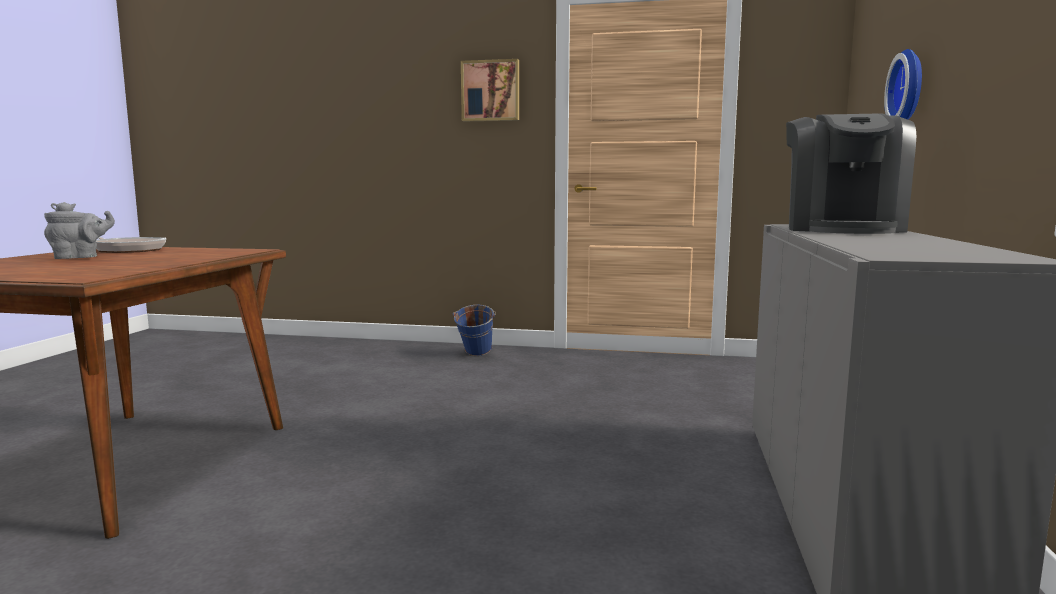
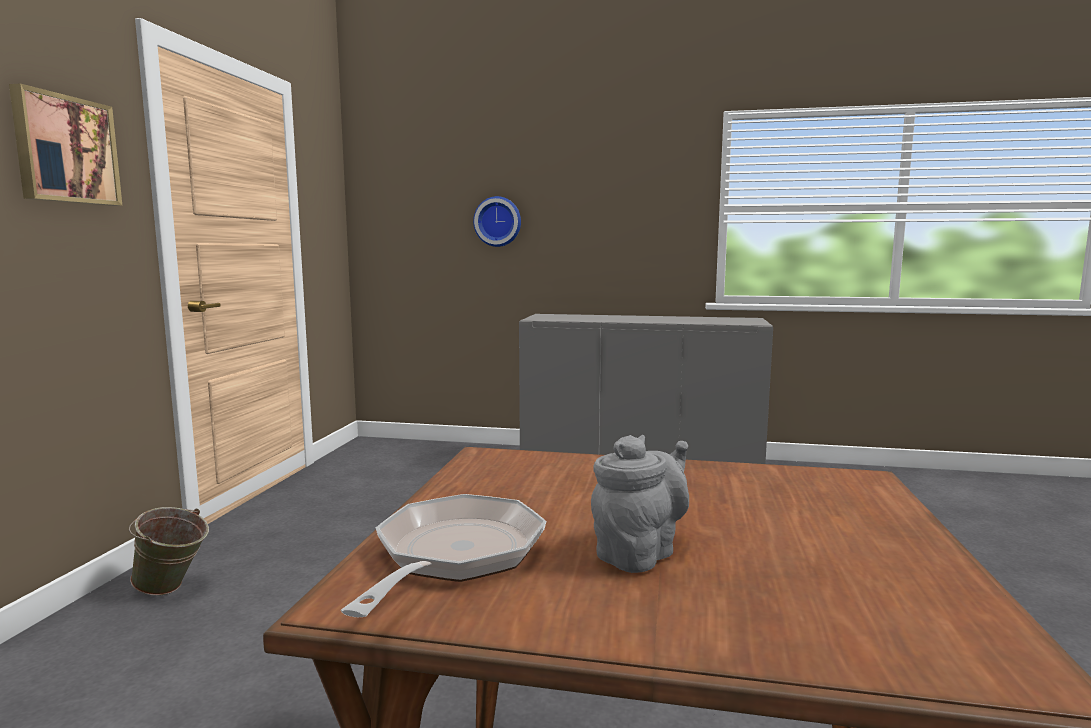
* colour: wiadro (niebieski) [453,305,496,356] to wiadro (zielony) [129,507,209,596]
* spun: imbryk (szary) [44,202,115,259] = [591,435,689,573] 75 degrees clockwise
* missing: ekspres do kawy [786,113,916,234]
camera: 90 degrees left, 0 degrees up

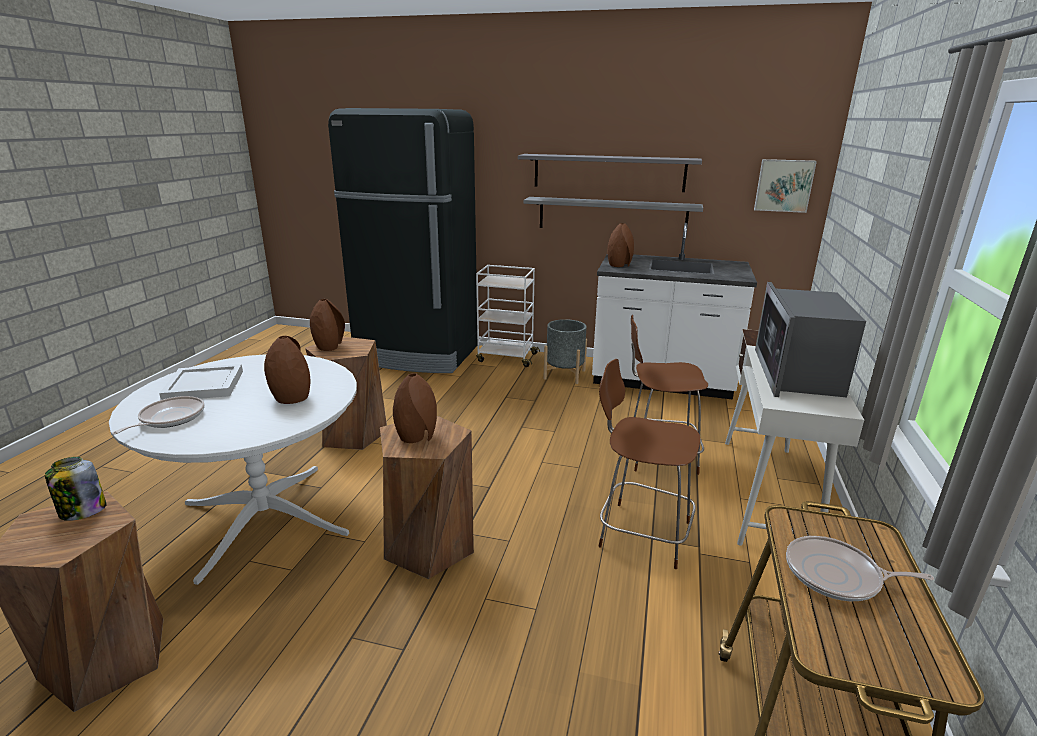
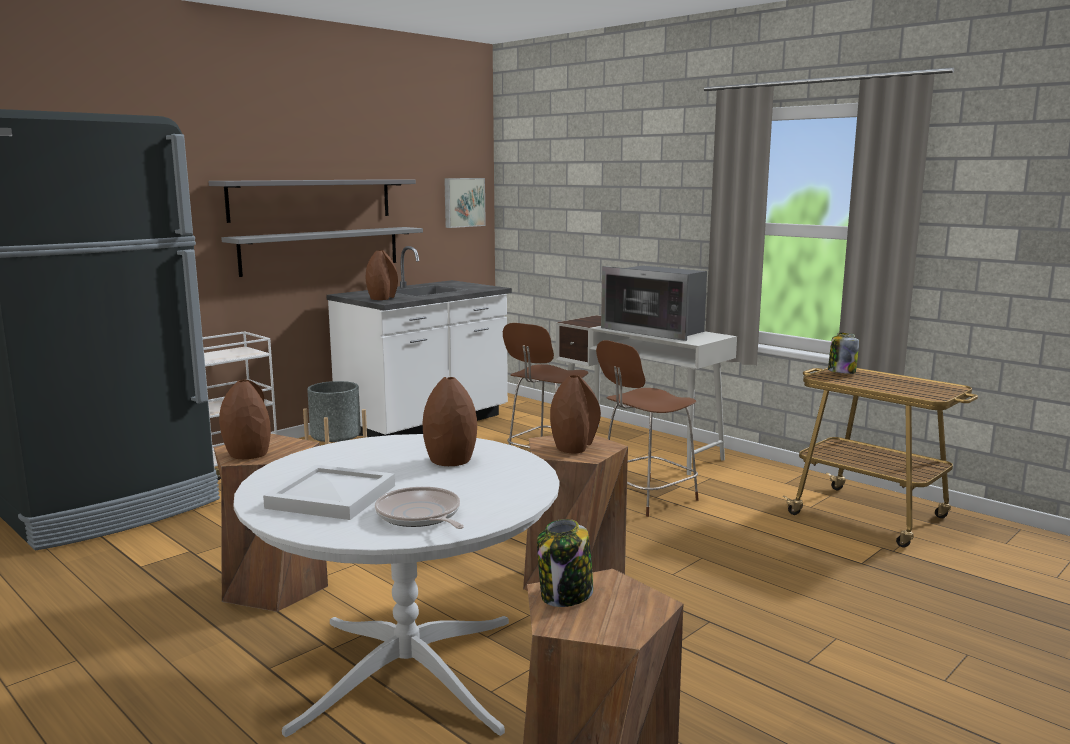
* appeared: słoik [828,333,859,374]
* missing: patelnia [786,536,934,601]
camera: 60 degrees left, 10 degrees down

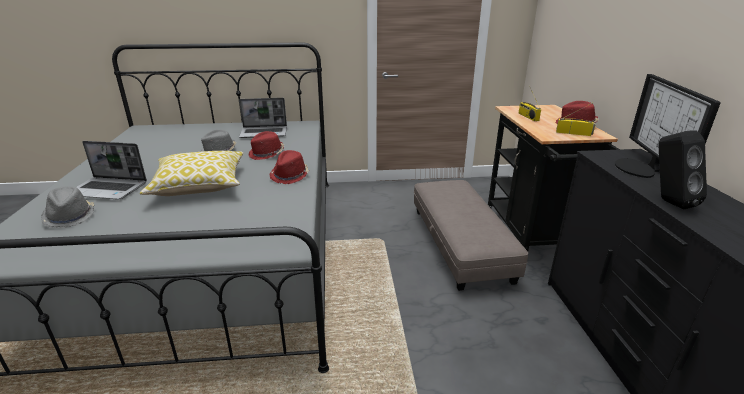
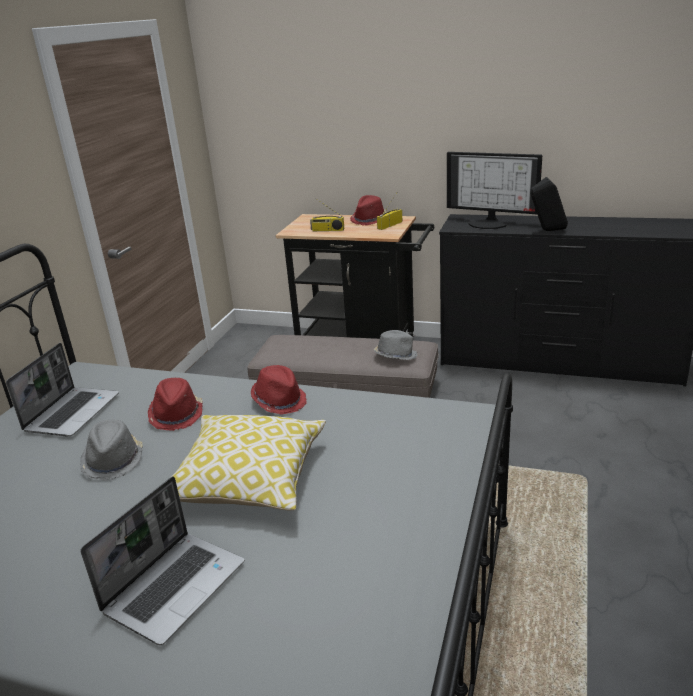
* relocated: kapelusz (szary) [41,186,94,228] to [374,330,417,360]
camera: 65 degrees left, 0 degrees up

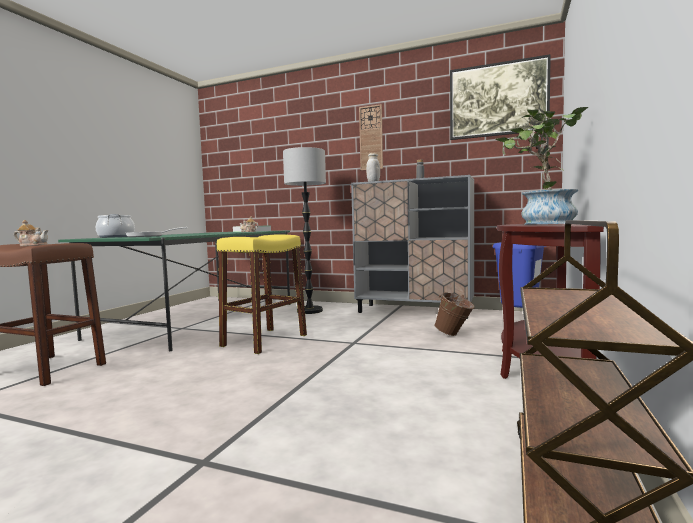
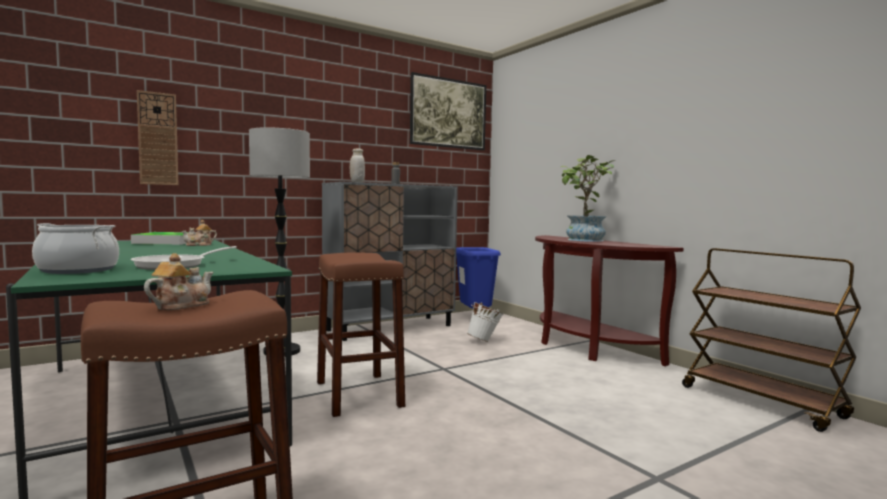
* relocated: zegar ścienny [359,104,383,171] to [137,90,179,185]
* colour: stołek (żółty) [217,234,307,354] to stołek (brązowy) [317,252,405,417]
* colour: wiadro (brązowy) [434,292,475,336] to wiadro (biały) [467,302,504,342]
camera: 55 degrees left, 0 degrees up

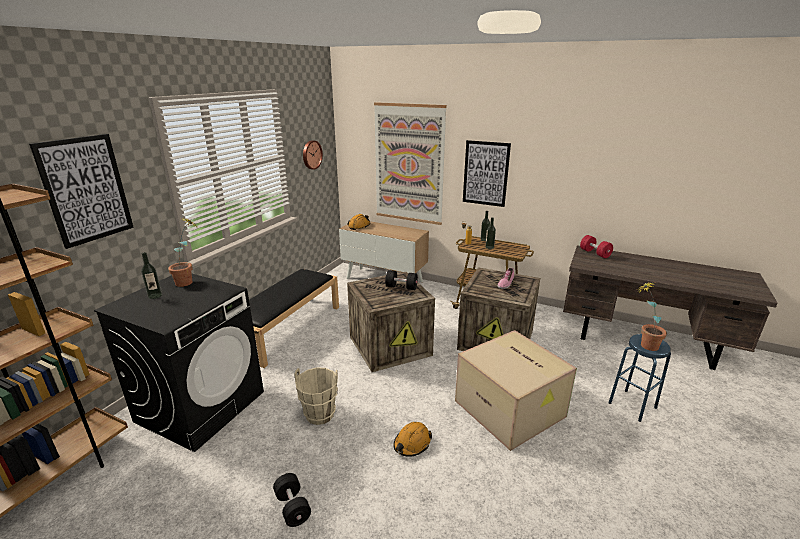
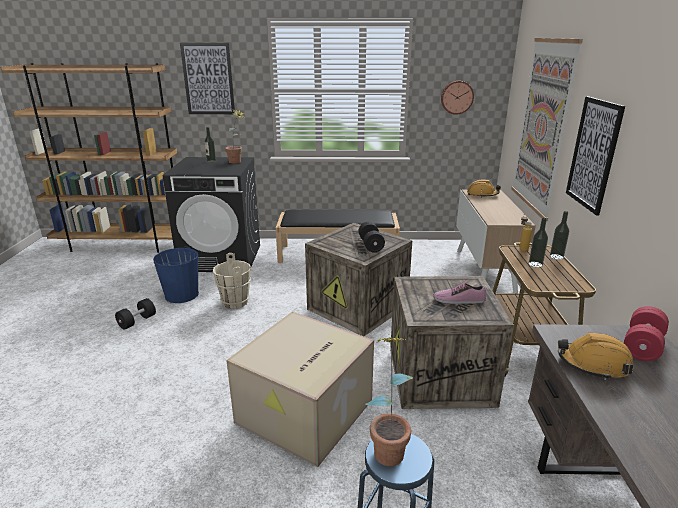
* appeared: wiadro (niebieski) [153,246,199,303]
* relocated: kask (pomarańczowy) [393,422,432,457] to [558,333,633,380]
camera: 65 degrees right, 0 degrees up

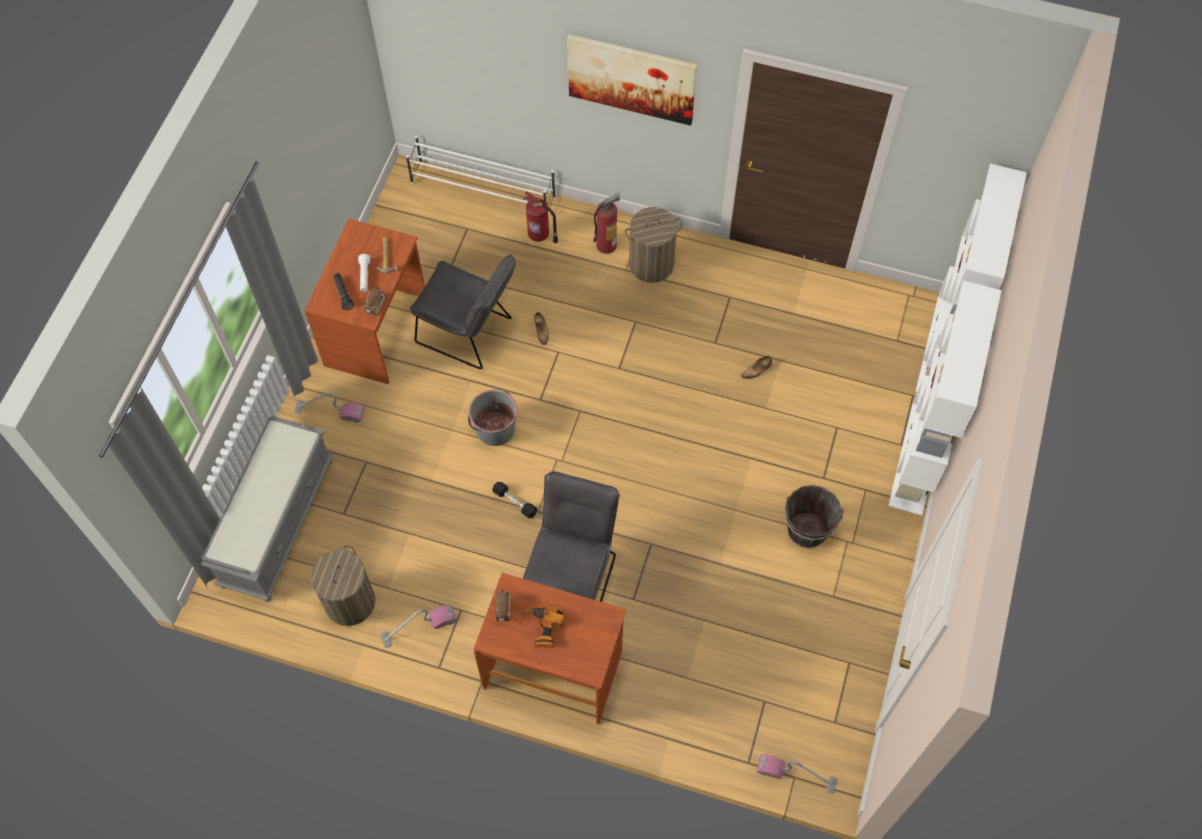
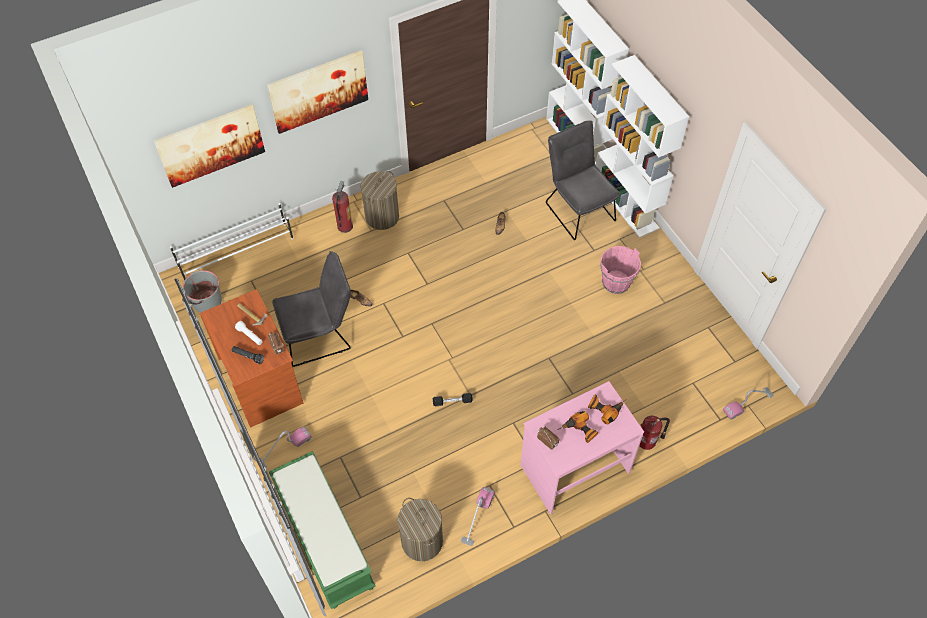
* appeared: obraz [154,104,265,188]
* relocated: wiadro (szary) [468,389,518,446] to [183,270,222,313]
* colour: ławka (szary) [201,416,333,602] to ławka (zielony) [269,451,375,609]
* colour: biurko (brązowy) [474,573,626,725] to biurko (różowy) [520,381,644,514]
* relocated: krzesło (szary) [523,471,620,602] to [546,121,620,240]
* appeared: wiertarka [588,394,626,424]
* colour: wiadro (brązowy) [785,485,844,548] to wiadro (różowy) [600,246,641,294]
* relocated: gaśnica [523,191,558,243] to [639,416,670,450]
camera: 45 degrees left, 5 degrees down

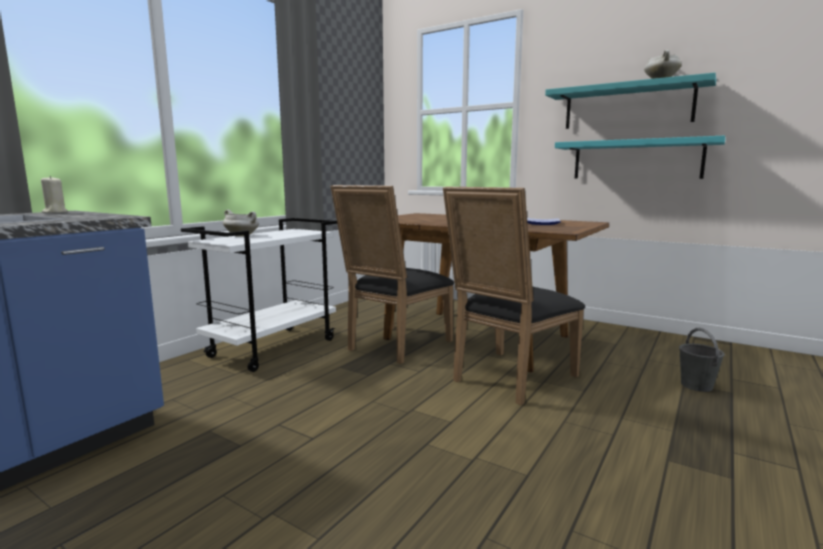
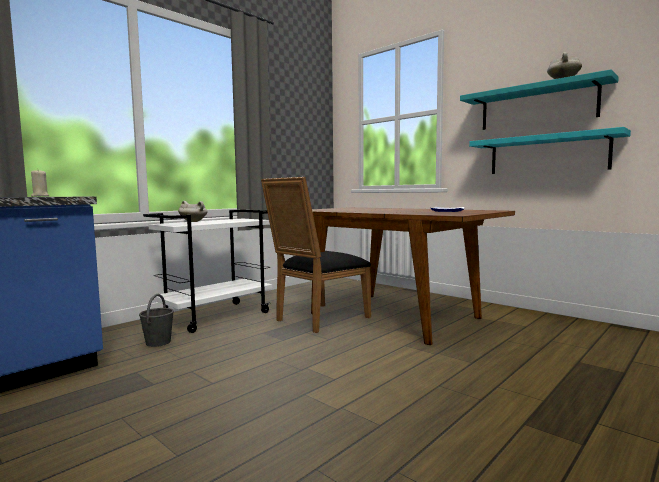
* relocated: wiadro (szary) [679,328,725,392] to [139,294,174,347]
* missing: krzesło (czarny) [443,187,585,405]
camera: 10 degrees right, 5 degrees down

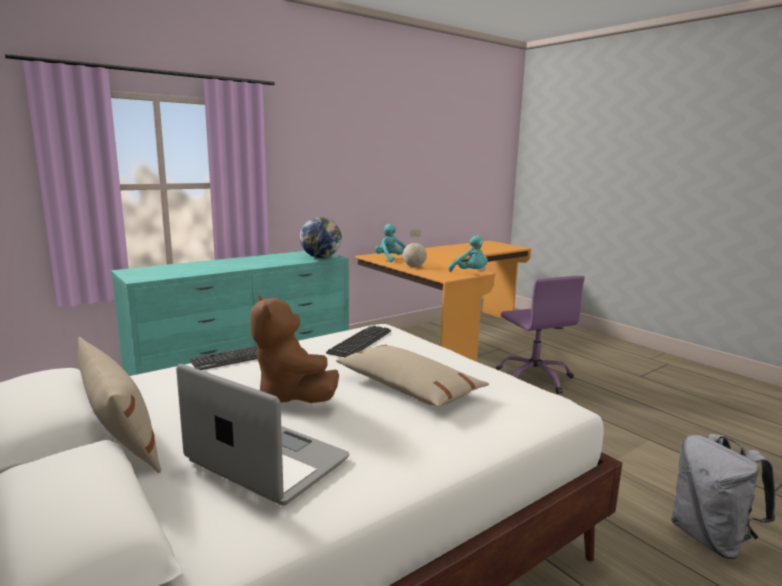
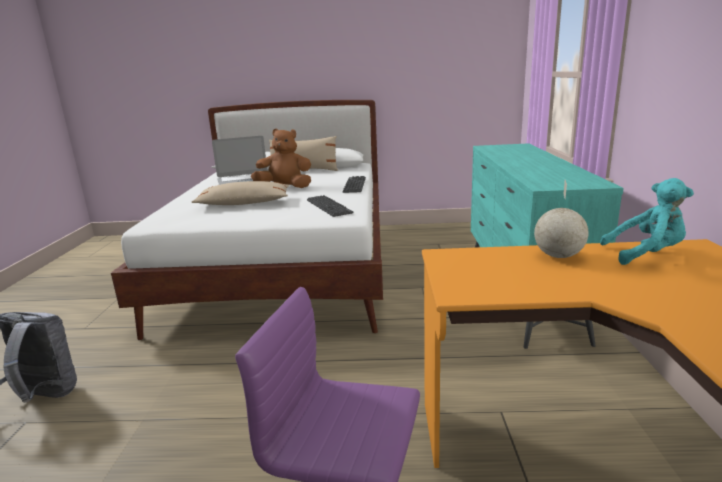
* missing: globus [300,217,342,258]
* missing: pluszak (turkusowy) [448,235,488,272]
camera: 130 degrees right, 5 degrees up

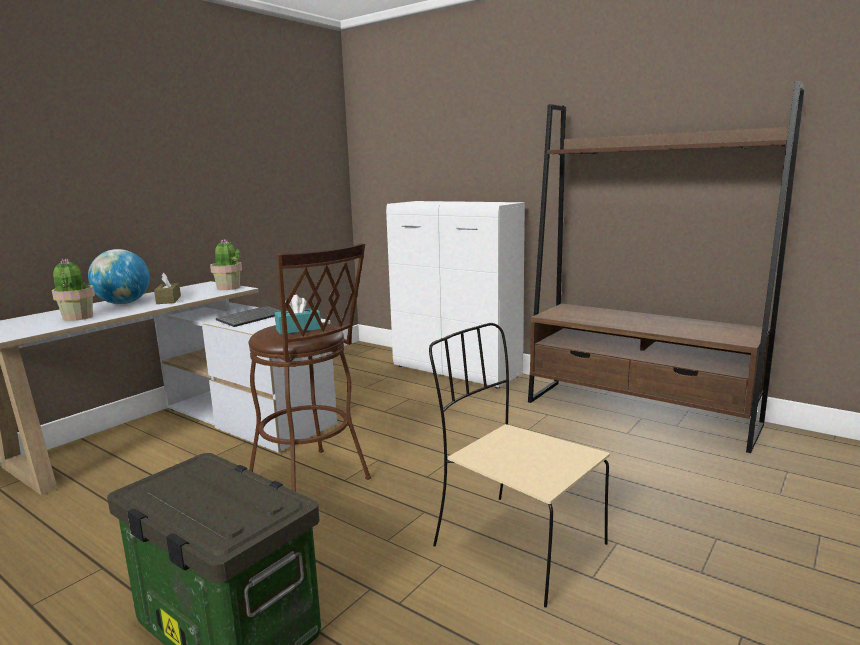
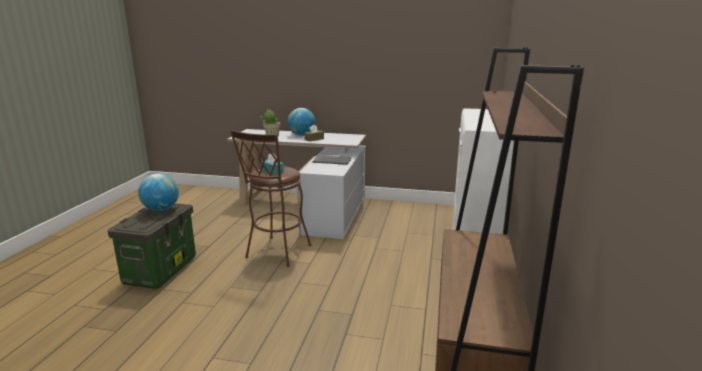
* appeared: globus [138,173,179,211]
* missing: roślina doniczkowa [210,239,242,290]
* missing: krzesło (beżowy) [429,323,610,608]
camera: 65 degrees right, 5 degrees up

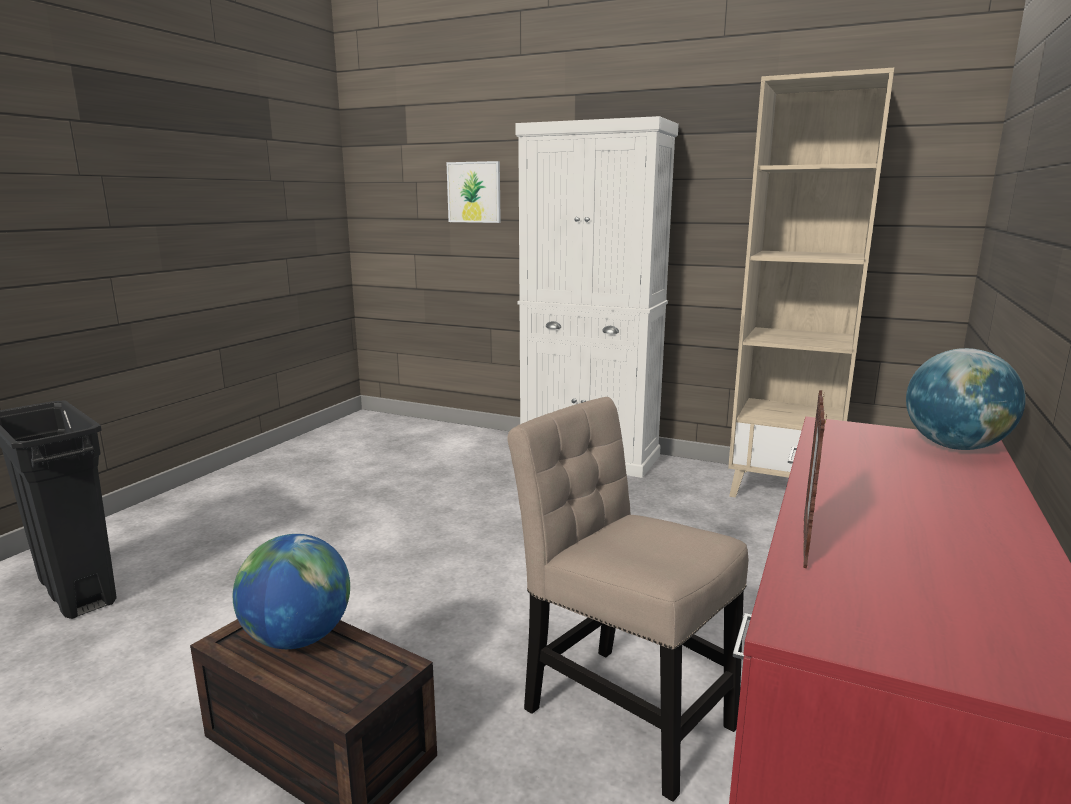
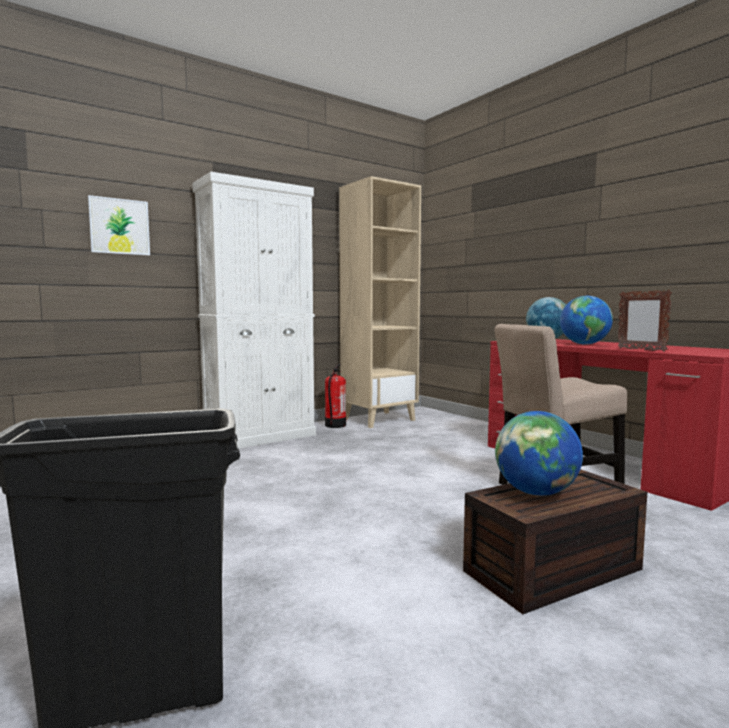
* appeared: gaśnica [325,364,346,428]
* appeared: globus [560,296,613,345]
camera: 60 degrees left, 10 degrees down

